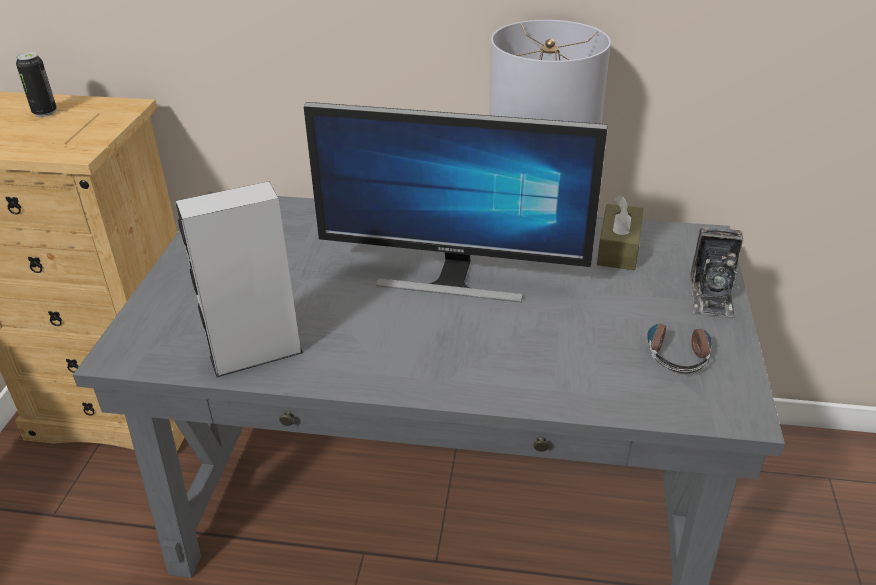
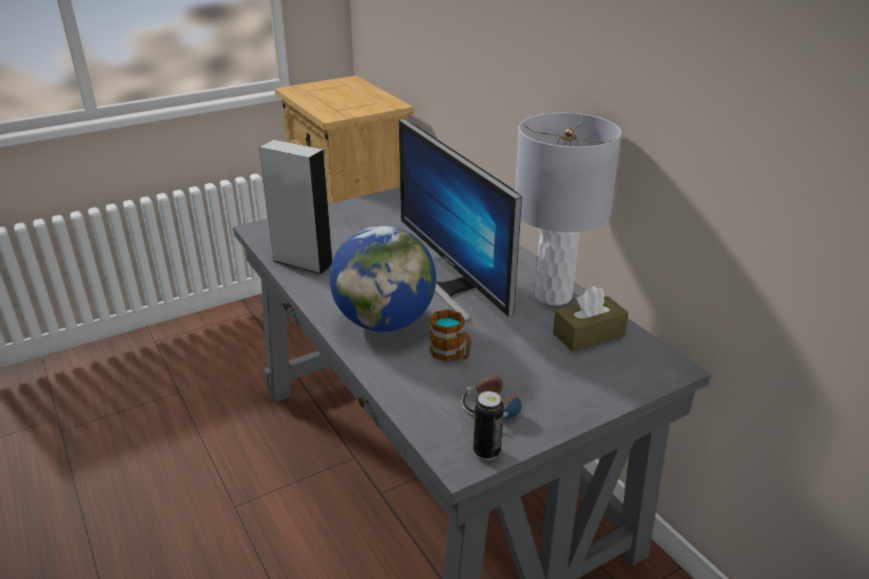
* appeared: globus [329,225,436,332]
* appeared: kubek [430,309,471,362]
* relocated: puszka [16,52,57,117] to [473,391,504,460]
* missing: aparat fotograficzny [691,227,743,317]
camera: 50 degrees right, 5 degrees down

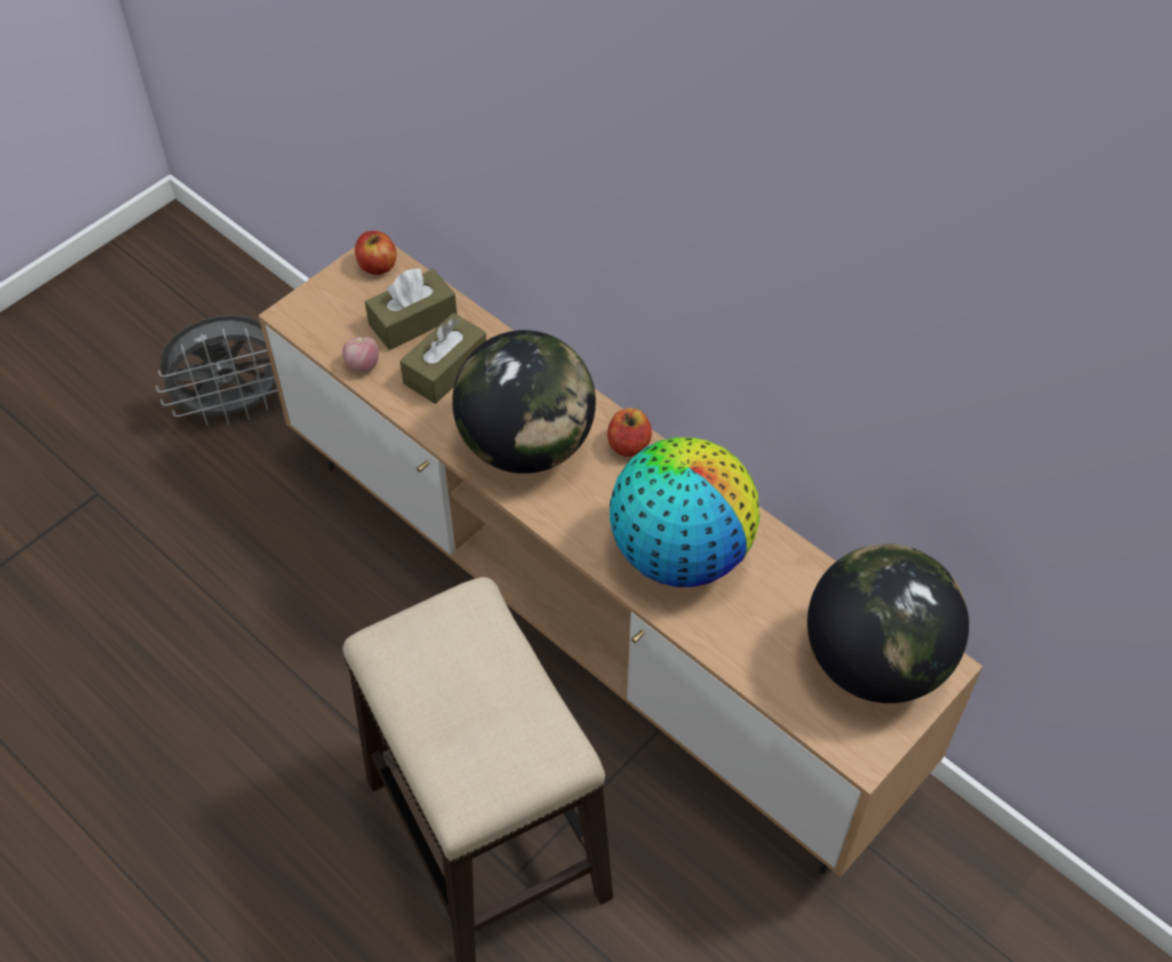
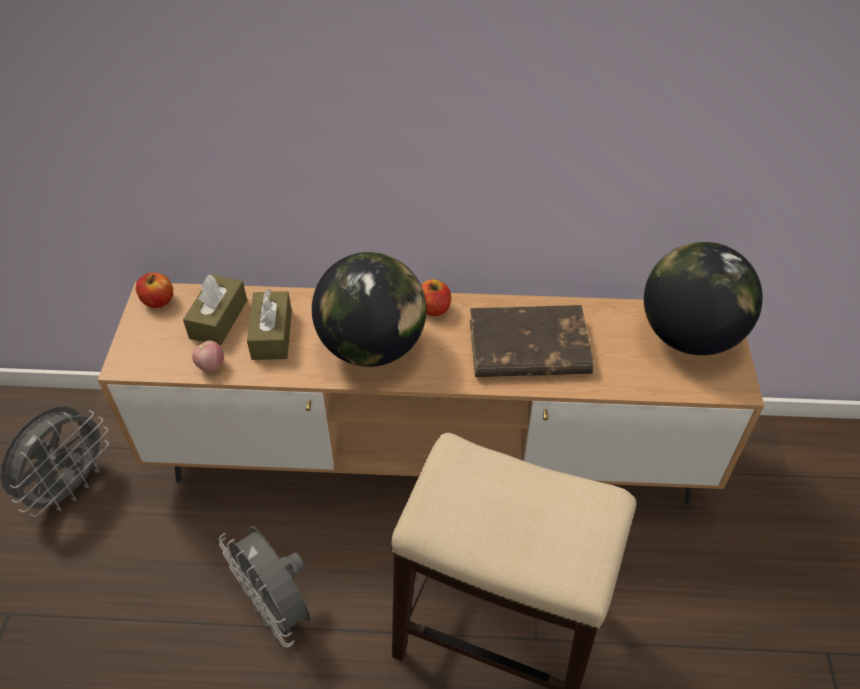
* appeared: wentylator (szary) [219,526,311,648]
* exchanged: globus [610,437,760,587] to książka (brązowy) [470,305,594,377]
camera: 40 degrees left, 5 degrees down

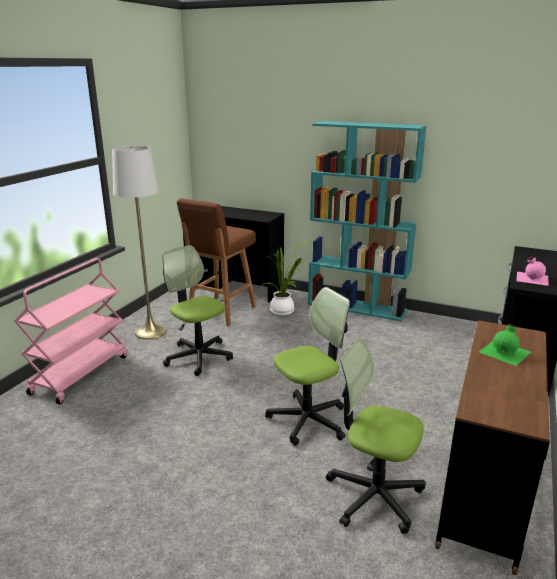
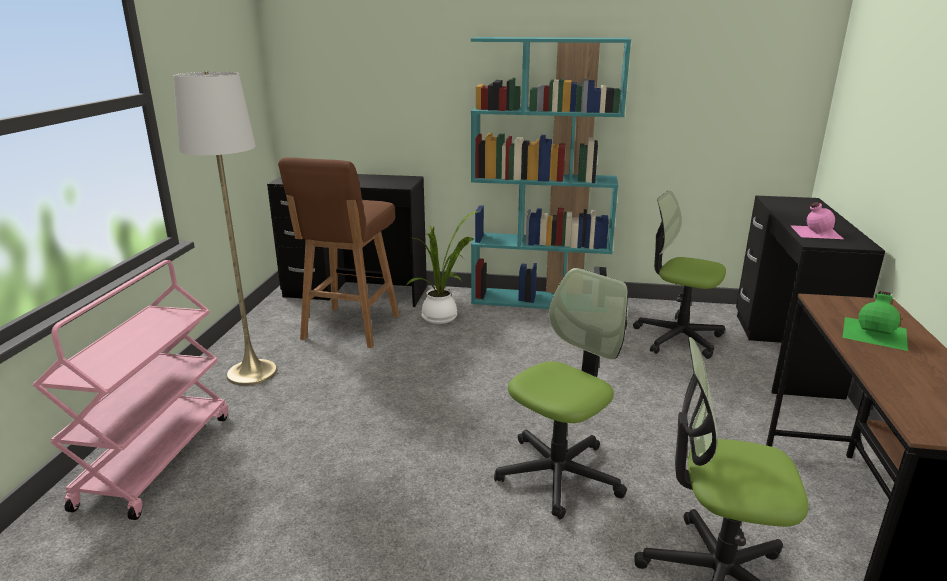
* relocated: krzesło biurowe [162,245,233,376] to [633,190,726,359]
camera: 15 degrees left, 0 degrees up

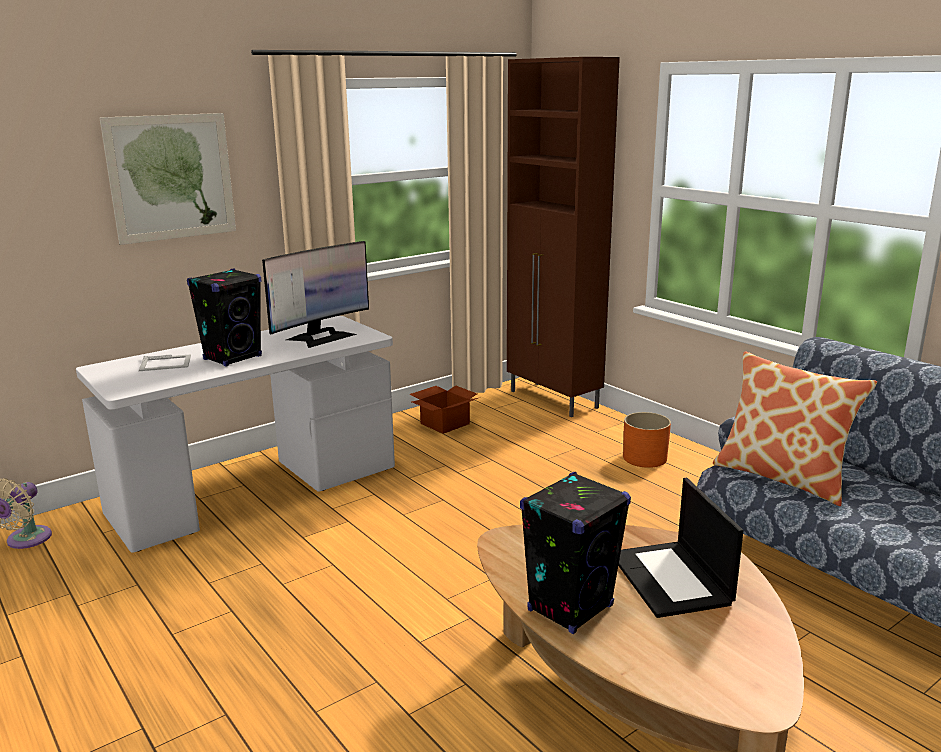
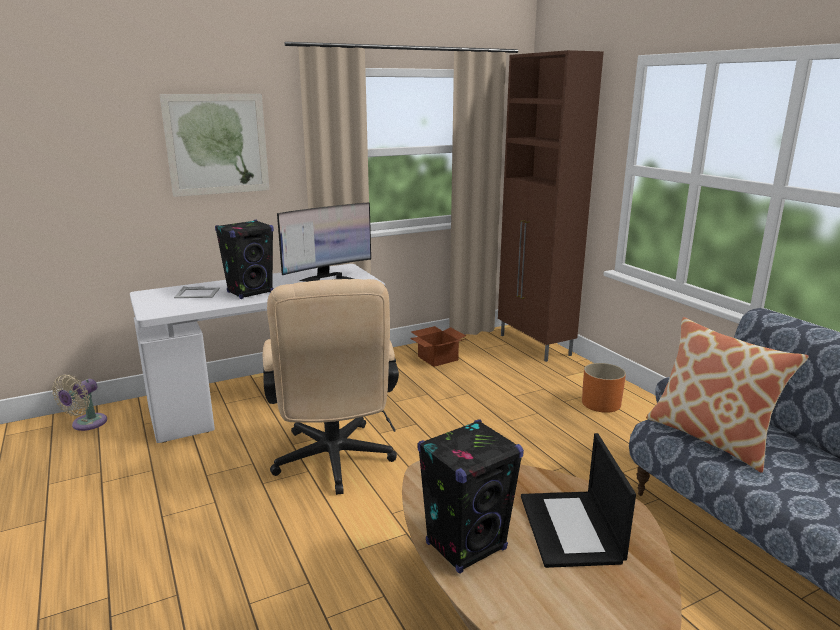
* appeared: krzesło biurowe (beżowy) [263,279,399,495]
camera: 10 degrees right, 0 degrees up

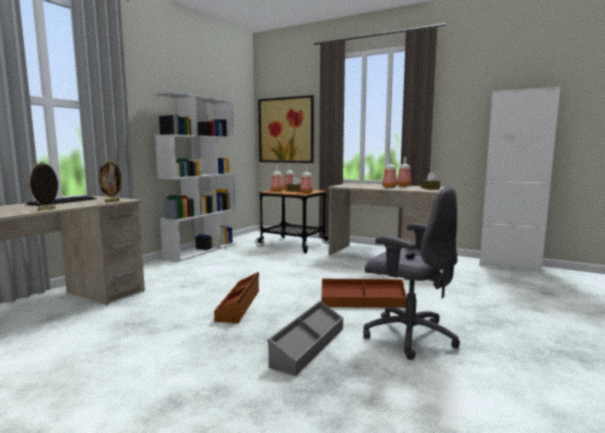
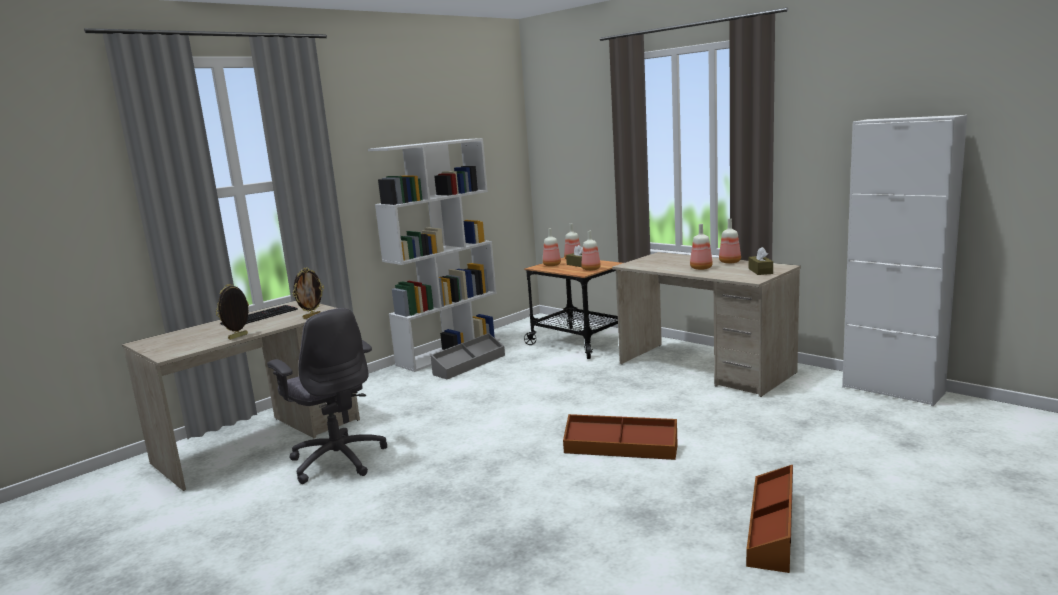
* relocated: krzesło biurowe (szary) [363,187,460,360] to [267,308,387,484]
* relocated: pojemnik do przechowywania (szary) [268,301,343,376] to [430,333,505,379]
* relocated: pojemnik do przechowywania (brązowy) [214,272,259,323] to [746,464,793,573]
* missing: obraz [258,95,314,163]
camera: 15 degrees right, 5 degrees up

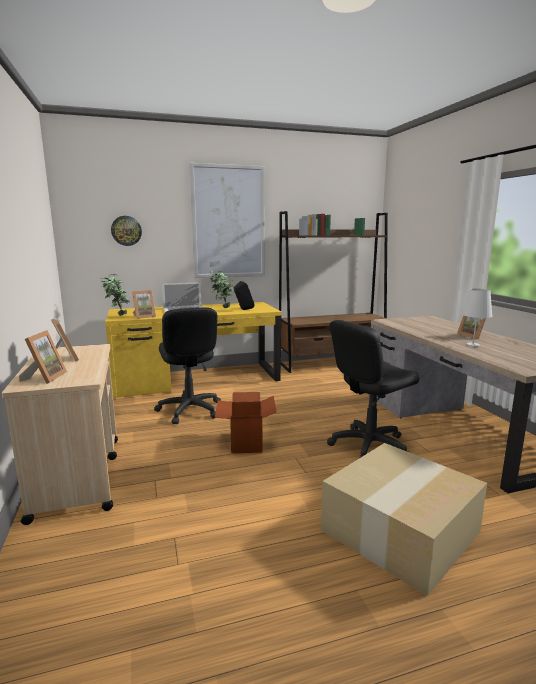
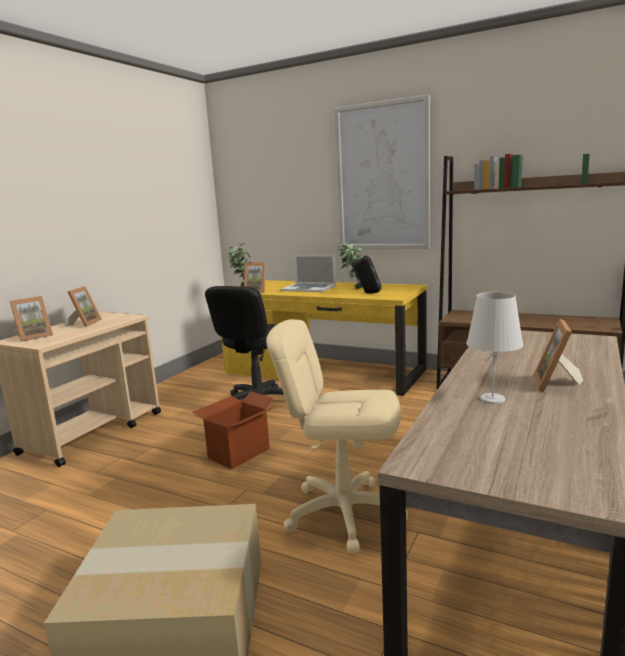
* colour: krzesło biurowe (czarny) [327,320,419,458] to krzesło biurowe (beżowy) [266,319,408,553]
* missing: zegar ścienny [111,216,142,246]
camera: 45 degrees right, 0 degrees up

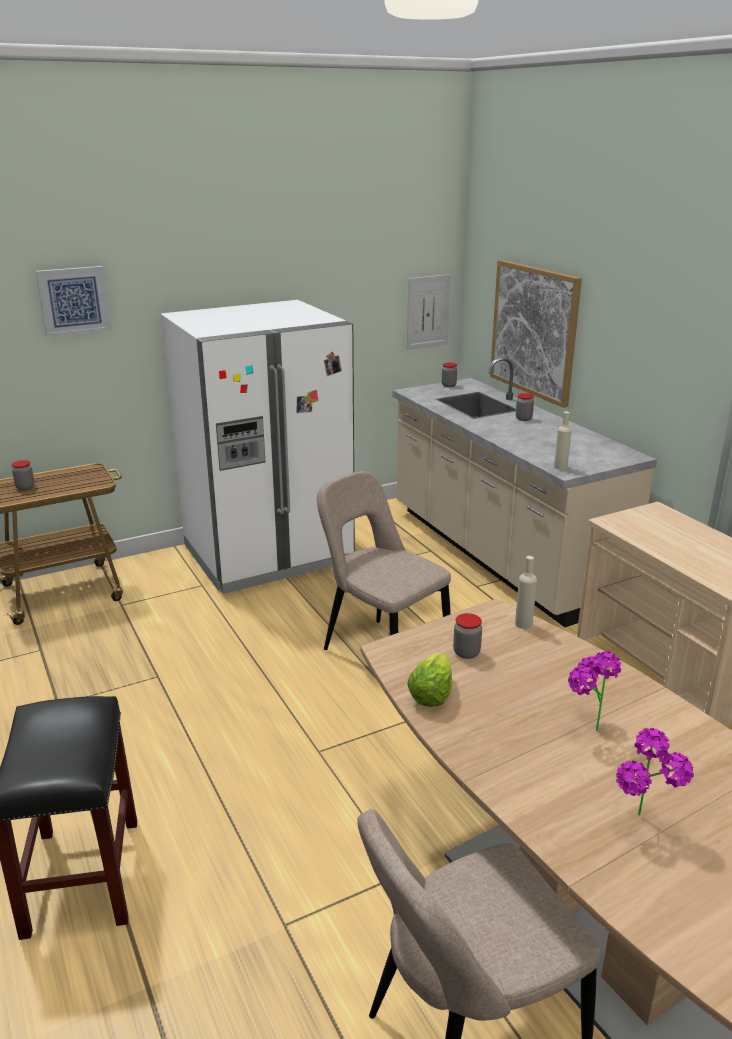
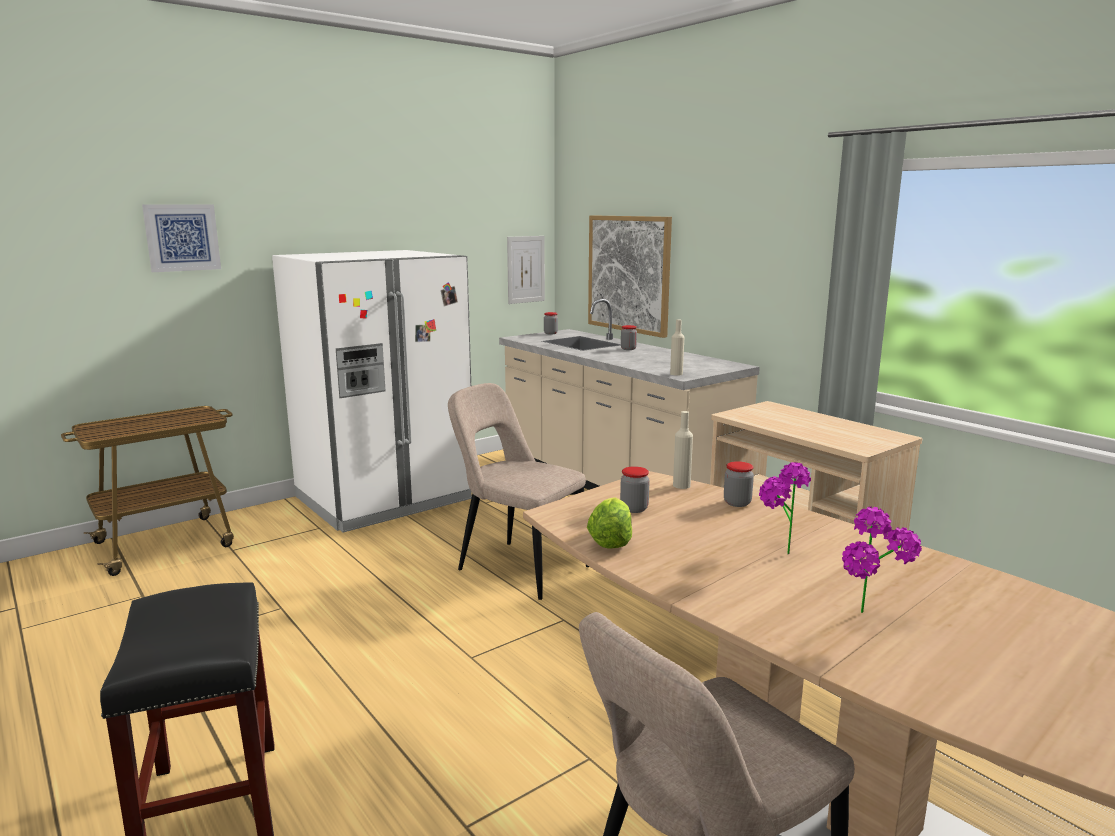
* relocated: słoik [12,460,35,490] to [724,461,754,507]
camera: 10 degrees left, 10 degrees down

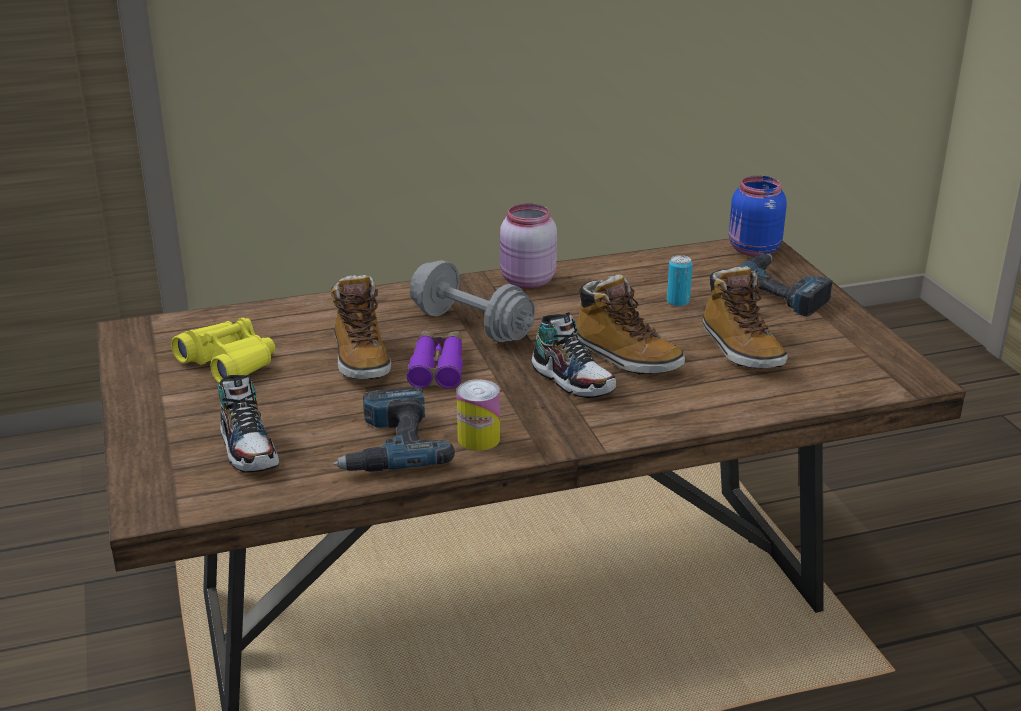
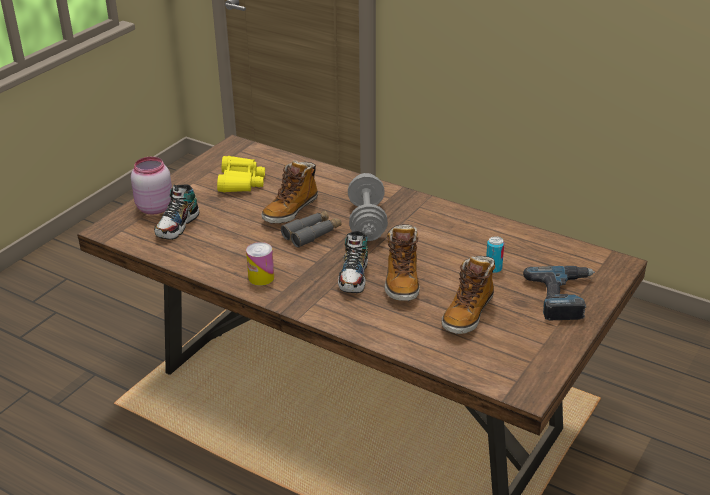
* relocated: słoik (różowy) [500,203,557,288] to [131,157,172,214]
* colour: lornetka (fioletowy) [406,331,463,389] to lornetka (szary) [281,211,342,248]
* missing: wiertarka [333,387,455,472]
* missing: słoik (niebieski) [729,176,787,257]
camera: 50 degrees right, 5 degrees up

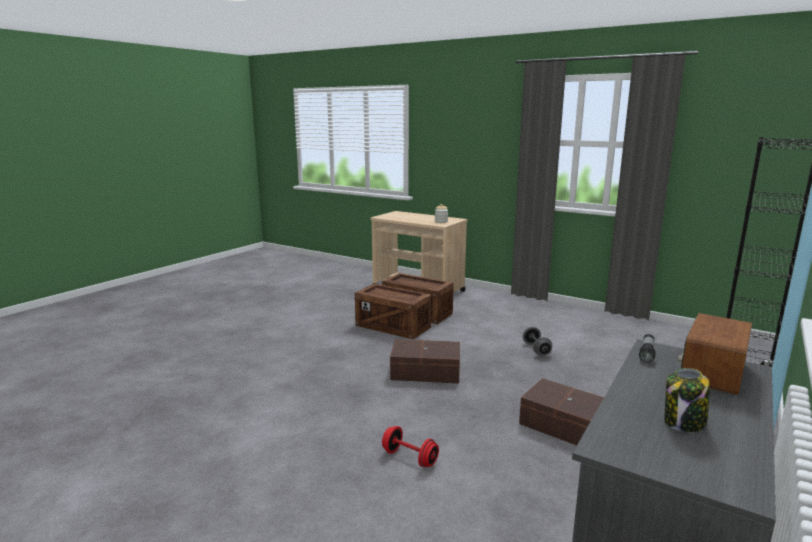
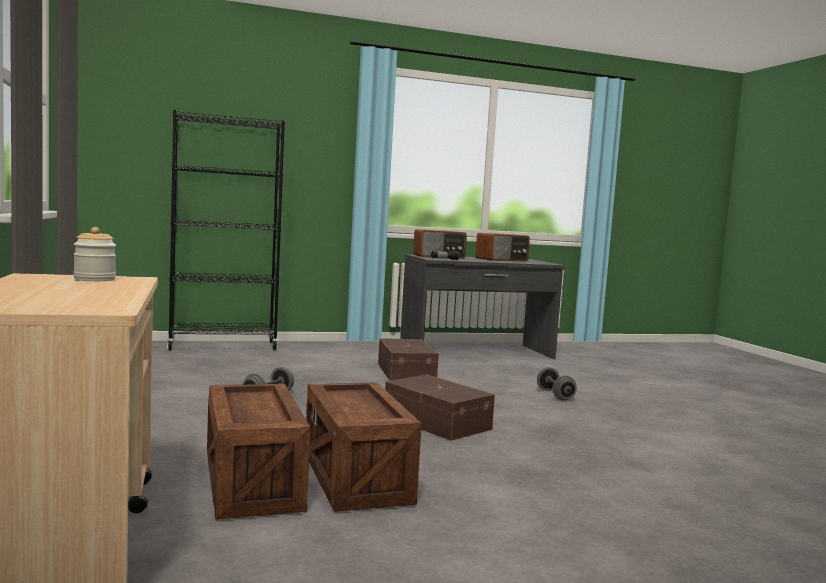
* exchanged: słoik [664,368,710,432] to radio [475,233,530,261]
* colour: hantel (czerwony) [382,426,439,467] to hantel (szary) [537,367,577,401]
camera: 140 degrees left, 10 degrees down

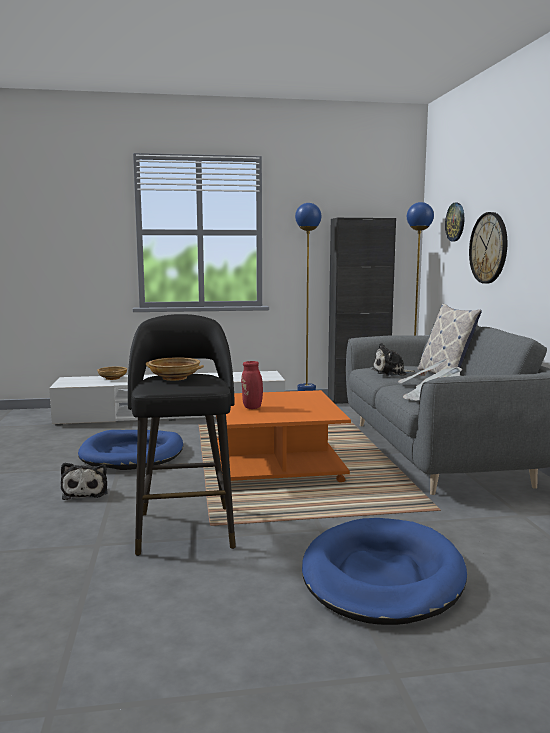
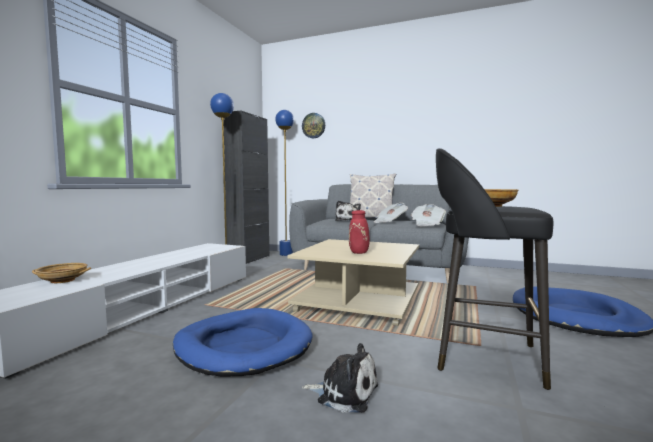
* colour: ława (pomarańczowy) [216,390,351,482] to ława (beżowy) [288,239,419,326]
* missing: zegar ścienny [469,212,507,284]
camera: 60 degrees left, 5 degrees down

